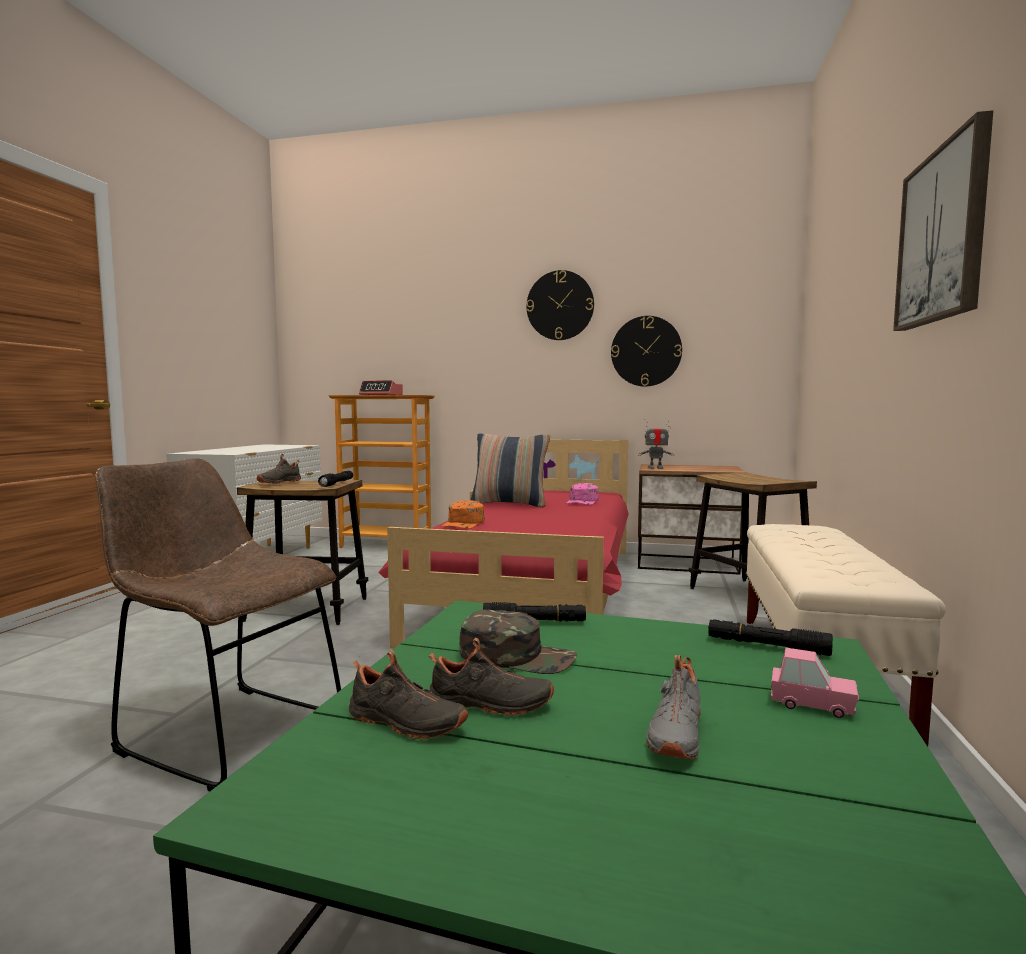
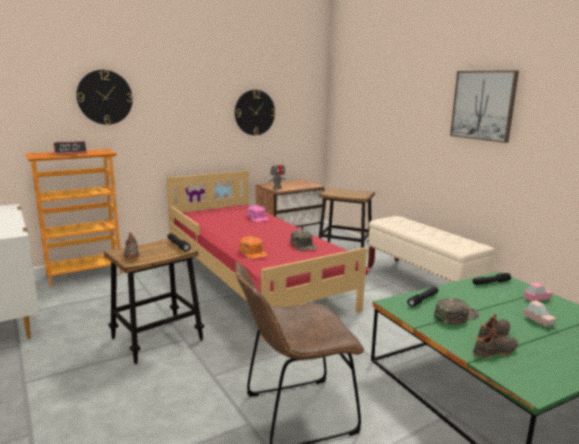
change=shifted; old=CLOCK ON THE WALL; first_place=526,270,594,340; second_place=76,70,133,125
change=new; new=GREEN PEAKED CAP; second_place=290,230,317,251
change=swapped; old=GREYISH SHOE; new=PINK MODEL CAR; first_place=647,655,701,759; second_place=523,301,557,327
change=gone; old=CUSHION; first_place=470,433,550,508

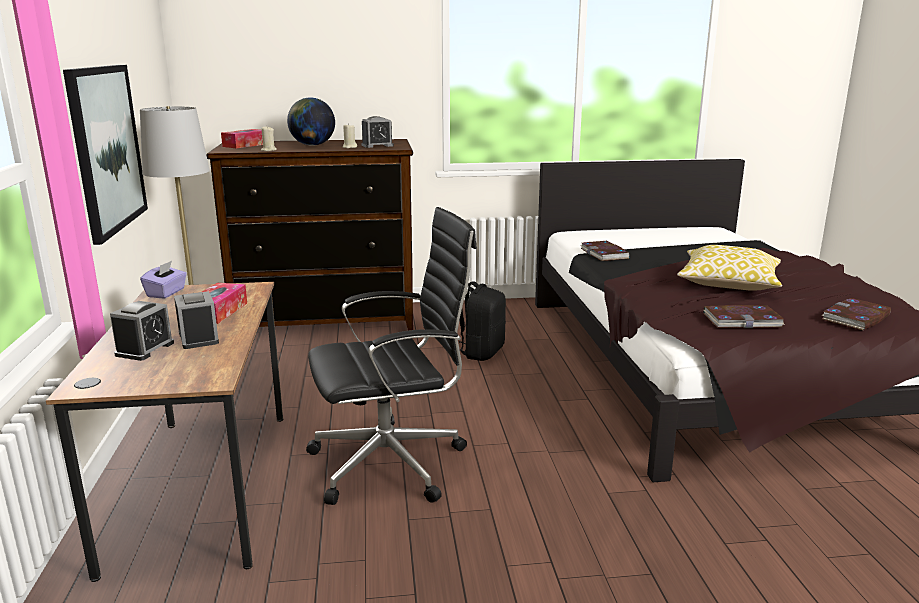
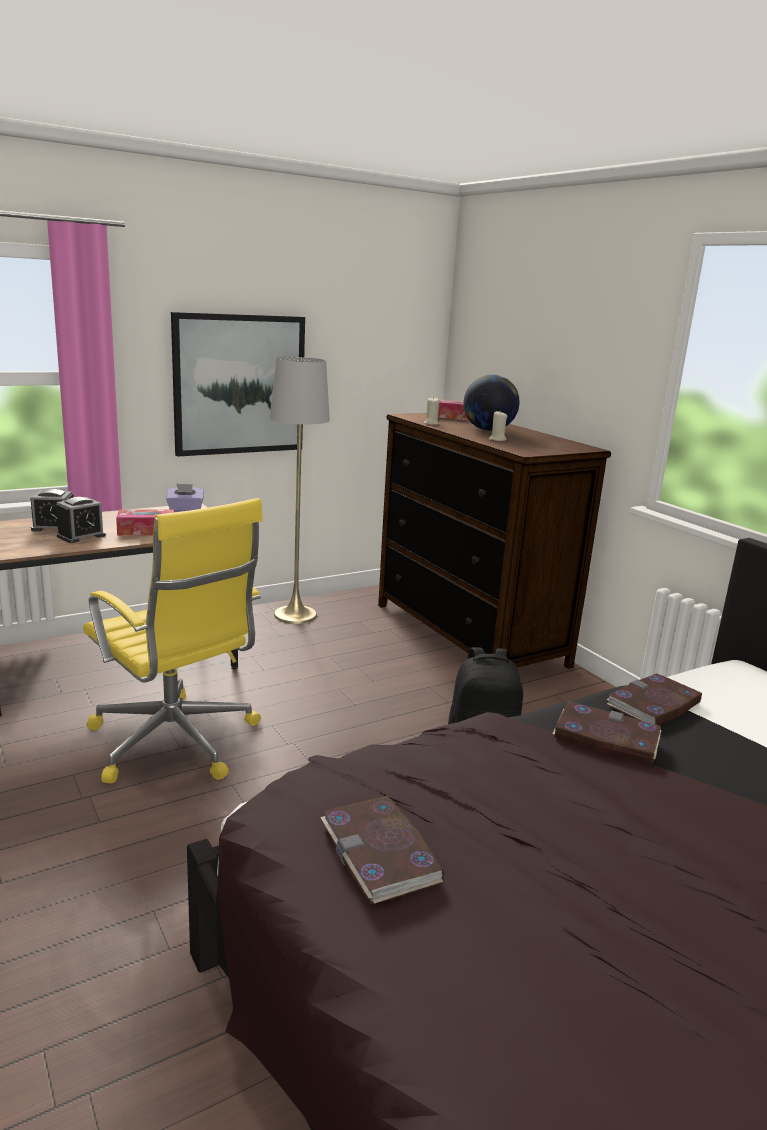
change=repainted; old=BLACKISH DESK CHAIR; new=YELLOWISH DESK CHAIR; first_place=306,207,477,505; second_place=83,498,263,783
change=shifted; old=VOLUME; first_place=822,298,891,330; second_place=552,701,661,764
change=gone; old=ALARM CLOCK; first_place=361,116,394,148
change=gone; old=CUSHION; first_place=677,245,782,291

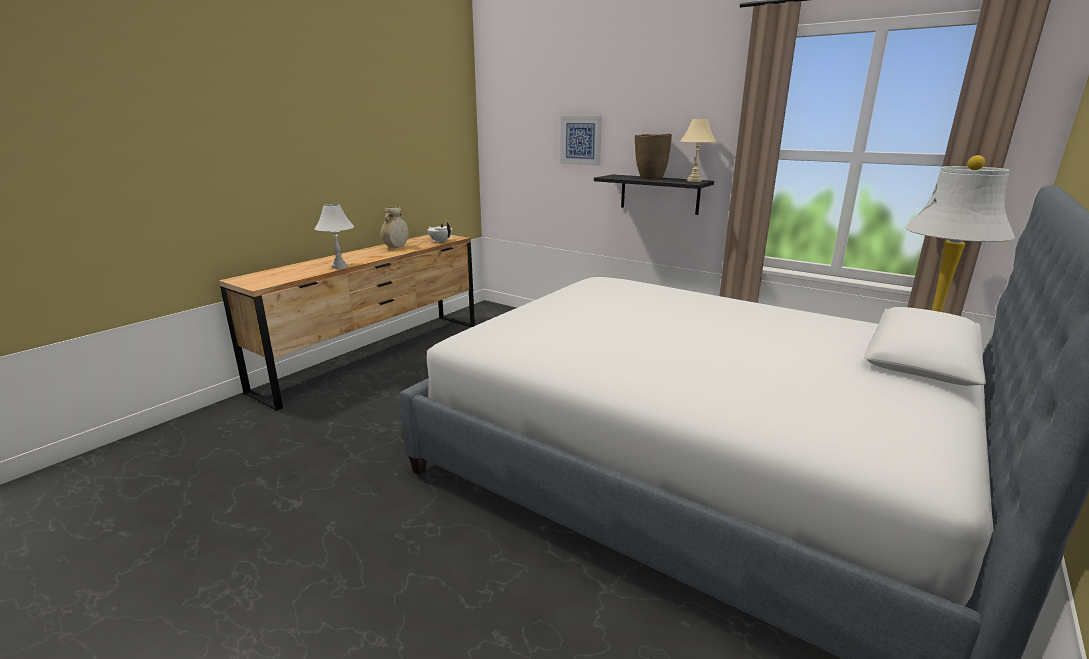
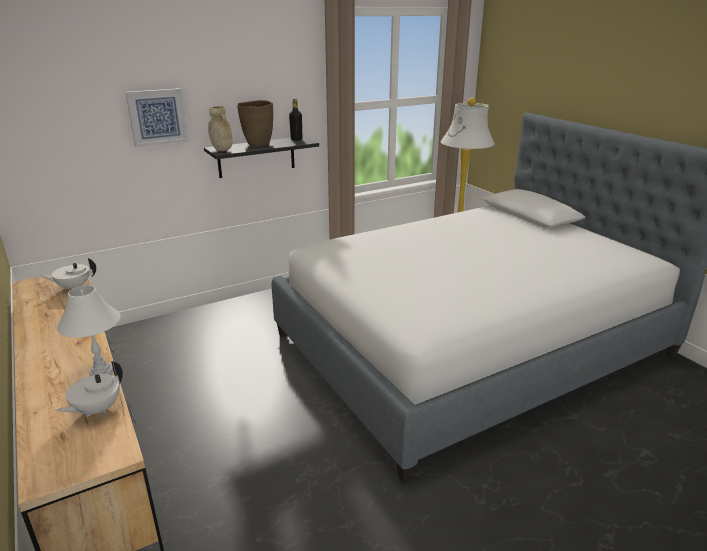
change=new; new=WHITE TEAPOT; second_place=56,361,123,417
change=shifted; old=BEIGE FLOWER VASE; first_place=381,206,409,248; second_place=208,106,233,151
change=swapped; old=BEIGE TABLE LAMP; new=BLACKISH BEVERAGE BOTTLE; first_place=680,118,717,182; second_place=289,99,302,141

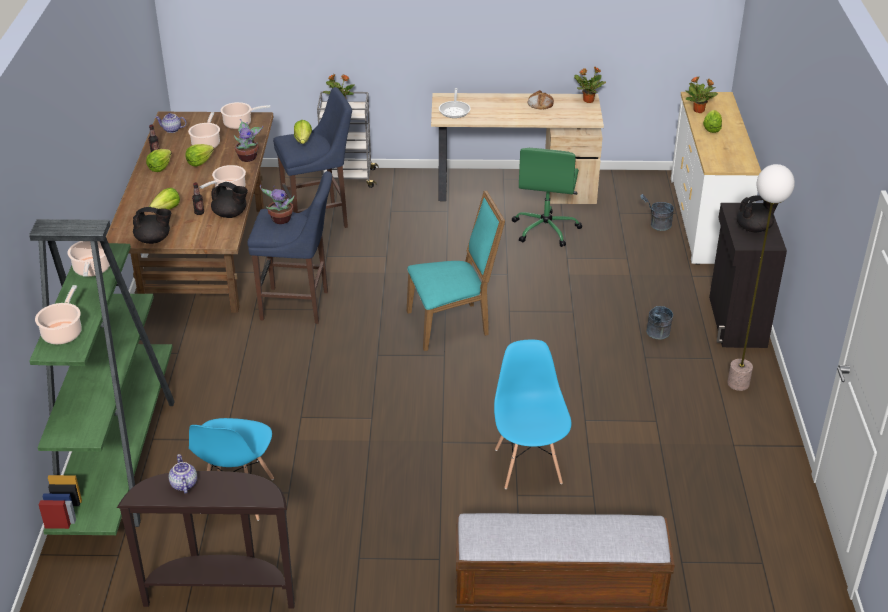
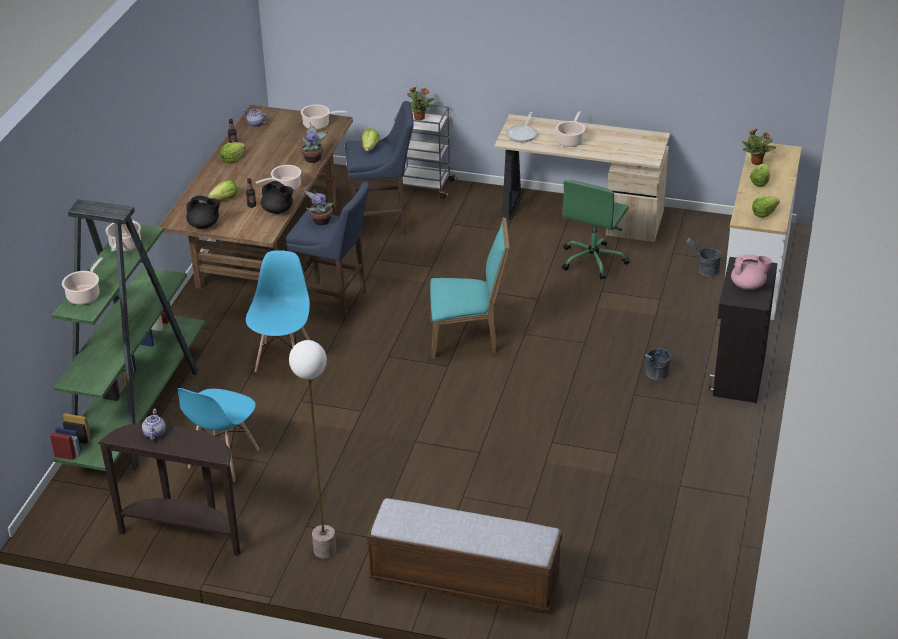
change=shifted; old=BLUISH CHAIR; first_place=494,340,571,489; second_place=246,250,310,372
change=shifted; old=STANDARD LAMP; first_place=727,164,795,391; second_place=289,340,336,559
change=shifted; old=SAUCEPOT; first_place=188,112,220,148; second_place=556,111,585,147
change=repainted; old=BLACKISH TEAPOT; new=PINK TEAPOT; first_place=737,195,779,232; second_place=731,254,772,290
change=shifted; old=LETTUCE HEAD; first_place=185,144,214,167; second_place=752,196,780,218
change=gone; old=BREAD; first_place=528,90,554,110
change=gone; old=PLANT IN A POT; first_place=574,66,606,103

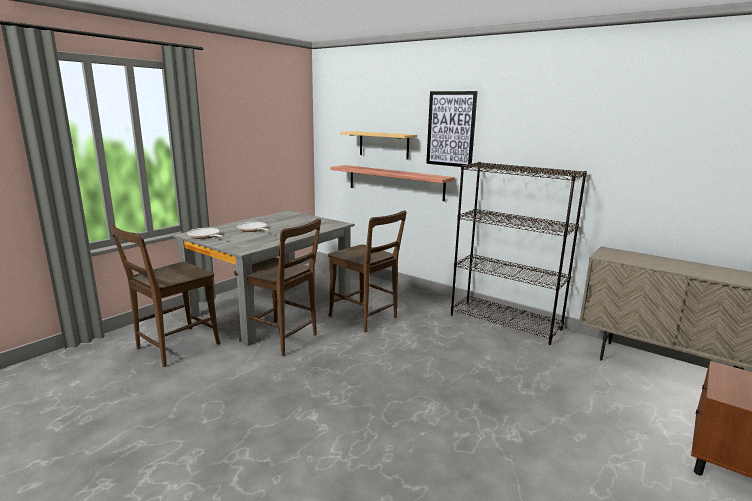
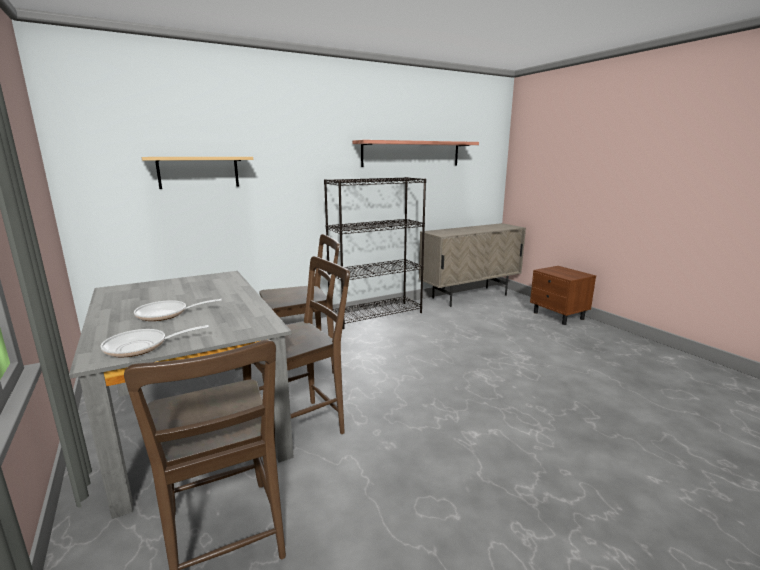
change=shifted; old=WALL SHELF; first_place=331,165,455,201; second_place=352,140,479,167
change=gone; old=PICTURE; first_place=426,91,478,168

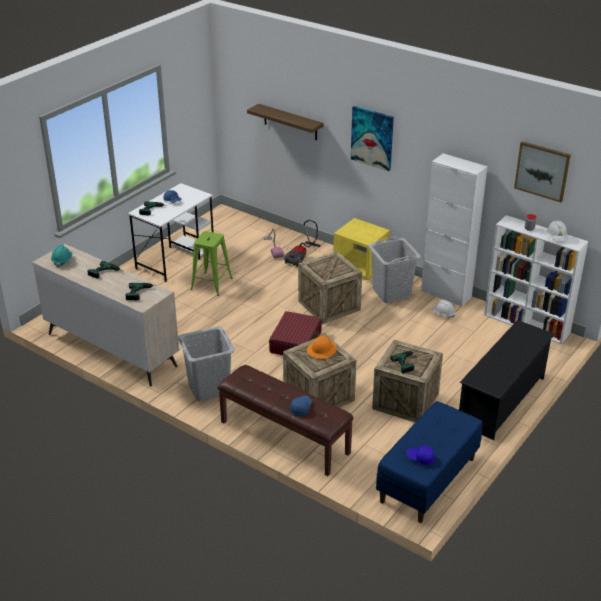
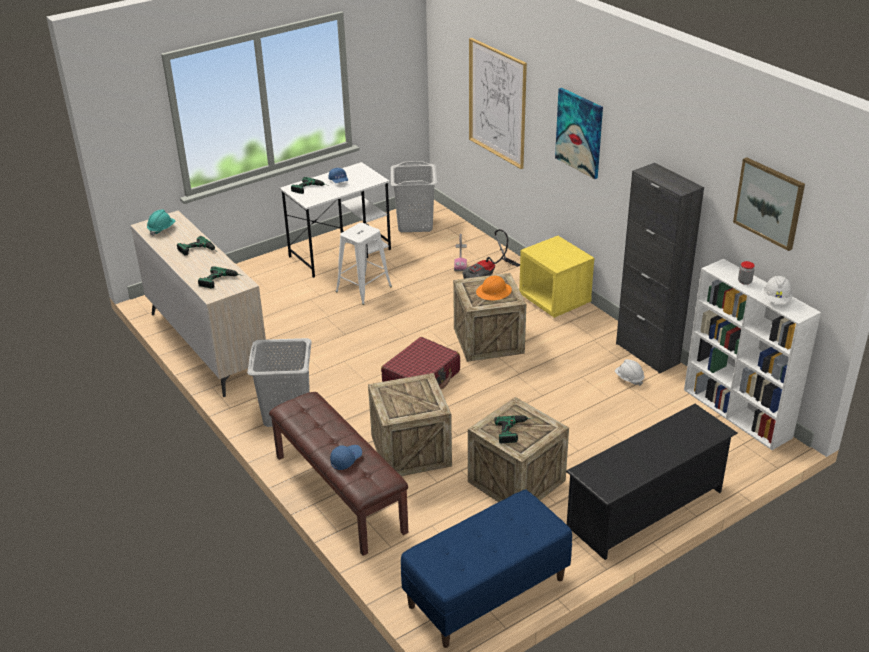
change=repainted; old=GREEN STOOL; new=WHITE STOOL; first_place=190,231,233,296; second_place=336,223,392,305
change=shifted; old=GREYISH WASHING BASKET; first_place=368,237,421,303; second_place=391,161,437,232
change=swapped; old=WALL SHELF; new=PICTURE; first_place=247,104,324,140; second_place=469,38,527,169
change=shifted; old=ORANGE-COLOURED SAFETY HELMET; first_place=307,336,337,359; second_place=476,275,512,300
change=repainted; old=WHITE STORAGE CABINET; new=BLACKISH STORAGE CABINET; first_place=421,153,488,307; second_place=616,163,704,374
change=gone; old=BLUISH PEAKED CAP; first_place=407,445,435,465

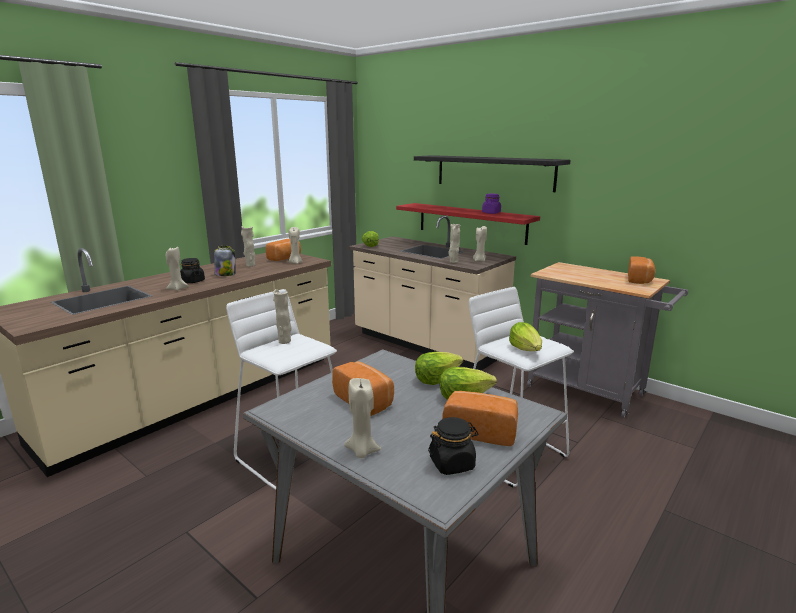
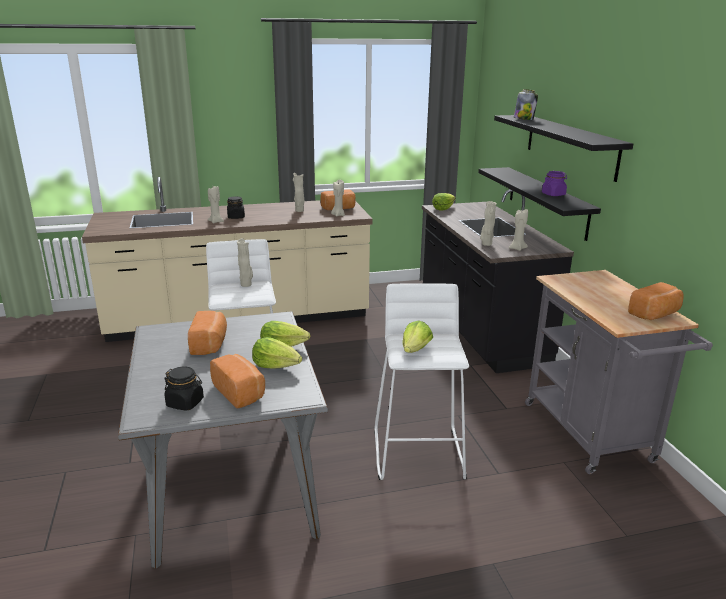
change=repainted; old=BEIGE KITCHEN BASE UNIT; new=BLACKISH KITCHEN BASE UNIT; first_place=349,216,516,371; second_place=422,189,574,373
change=repainted; old=RED WALL SHELF; new=BLACKISH WALL SHELF; first_place=396,203,540,245; second_place=478,167,601,241
change=shifted; old=PRESERVE JAR; first_place=214,246,235,276; second_place=514,89,538,120
change=gone; old=BEIGE WAX LIGHT; first_place=344,378,381,458

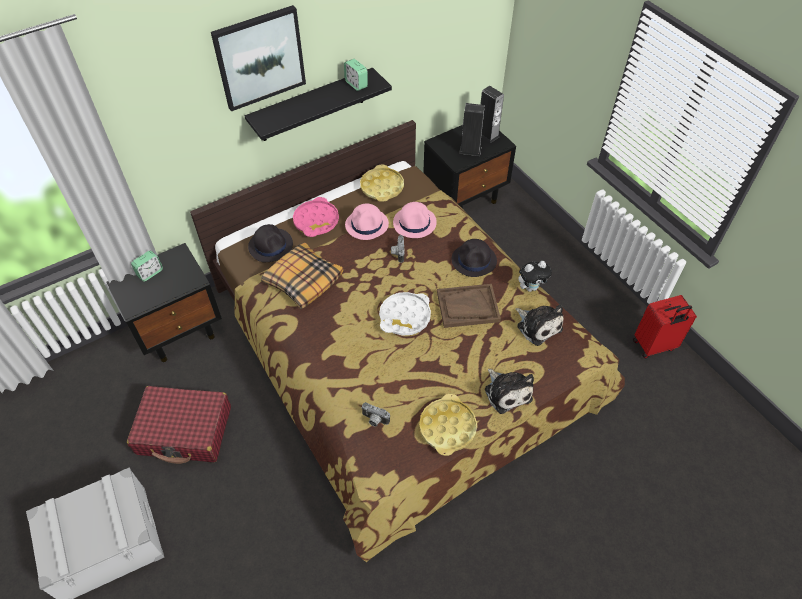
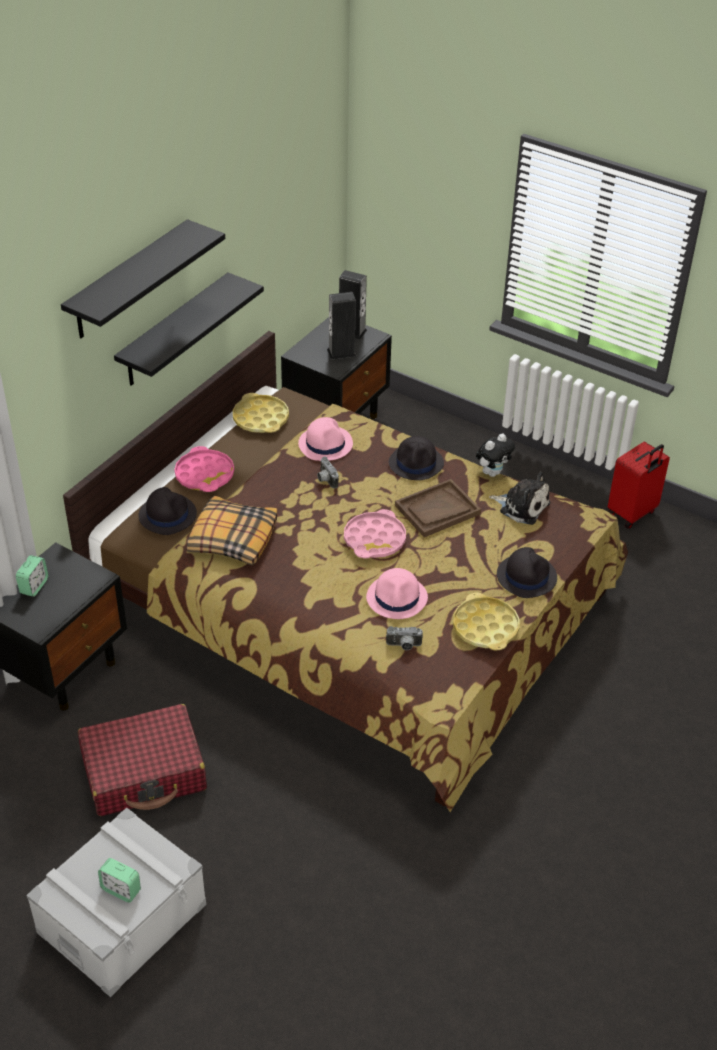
change=swapped; old=PICTURE; new=BLACKISH WALL SHELF; first_place=211,5,306,112; second_place=61,219,225,338
change=shifted; old=ALARM CLOCK; first_place=344,59,368,91; second_place=98,858,141,903
change=repainted; old=WHITE CARRYING TRAY; new=PINK CARRYING TRAY; first_place=379,292,431,336; second_place=344,509,406,559
change=shifted; old=PINK WEARABLE HAT; first_place=345,203,389,240; second_place=366,568,428,619
change=swapped; old=CUDDLY TOY; new=BLACKISH WEARABLE HAT; first_place=485,369,534,414; second_place=497,547,557,598

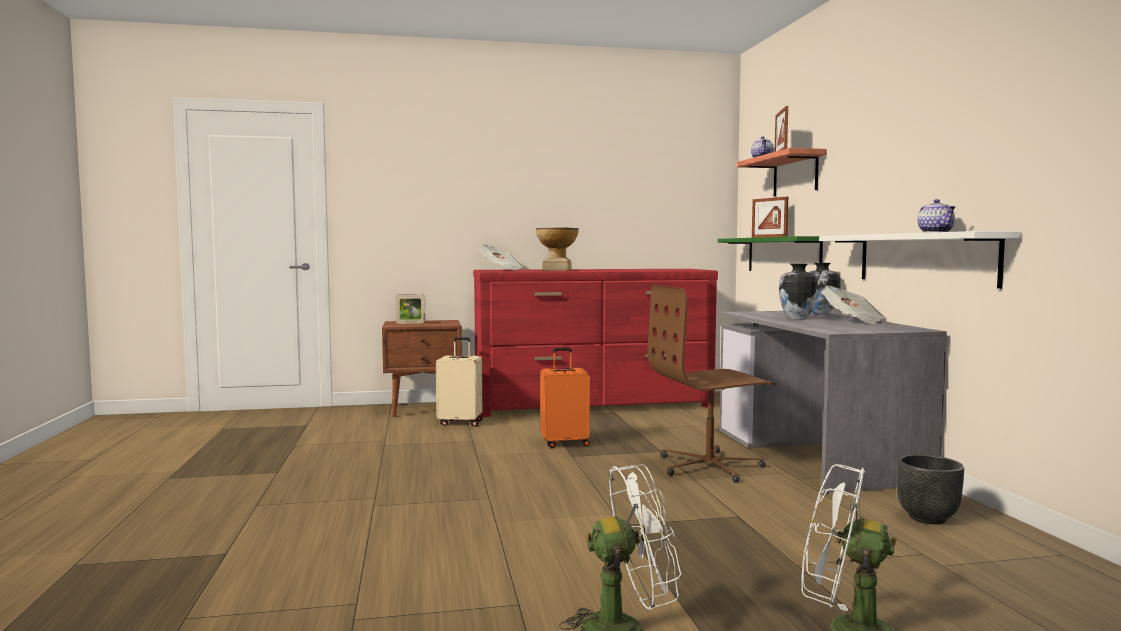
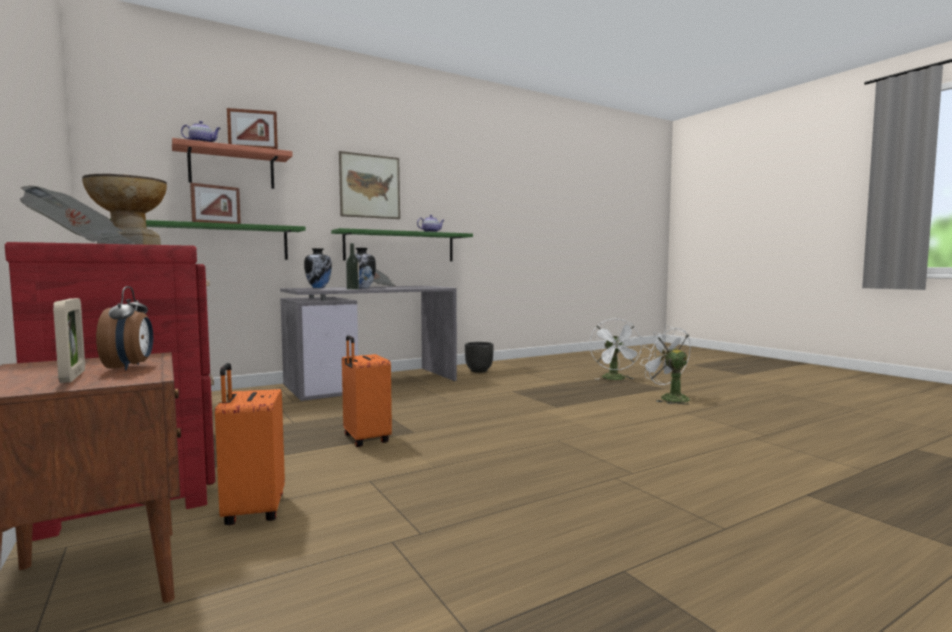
change=new; new=ALARM CLOCK; second_place=96,286,153,371
change=repainted; old=BEIGE TRAVEL CASE; new=ORANGE-COLOURED TRAVEL CASE; first_place=436,337,483,426; second_place=215,363,285,525
change=repainted; old=WHITE WALL SHELF; new=GREEN WALL SHELF; first_place=819,231,1022,289; second_place=331,228,473,261
change=new; new=PICTURE; second_place=339,151,400,219
change=new; new=BEVERAGE BOTTLE; second_place=346,243,359,290
change=gone; old=BROWN-COLOURED DESK CHAIR; first_place=647,285,776,483

